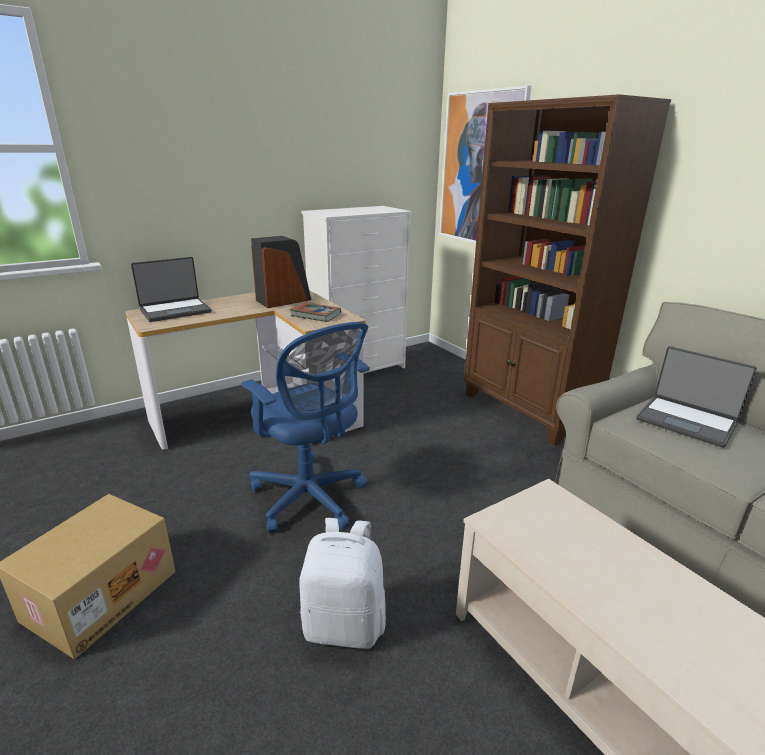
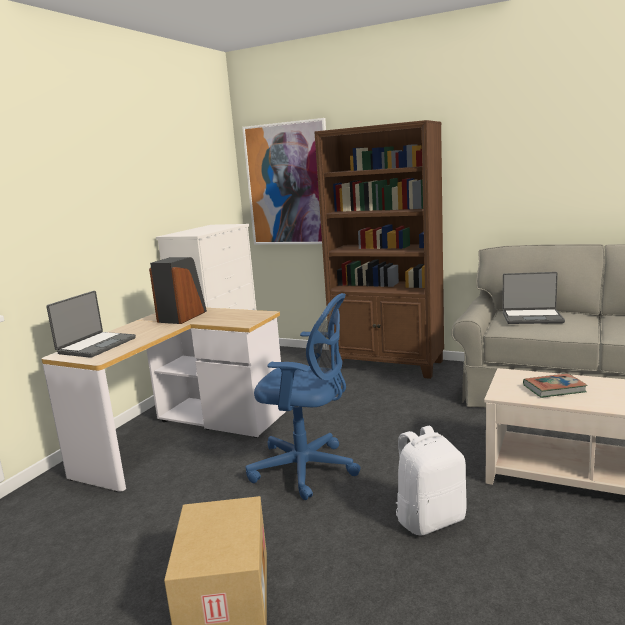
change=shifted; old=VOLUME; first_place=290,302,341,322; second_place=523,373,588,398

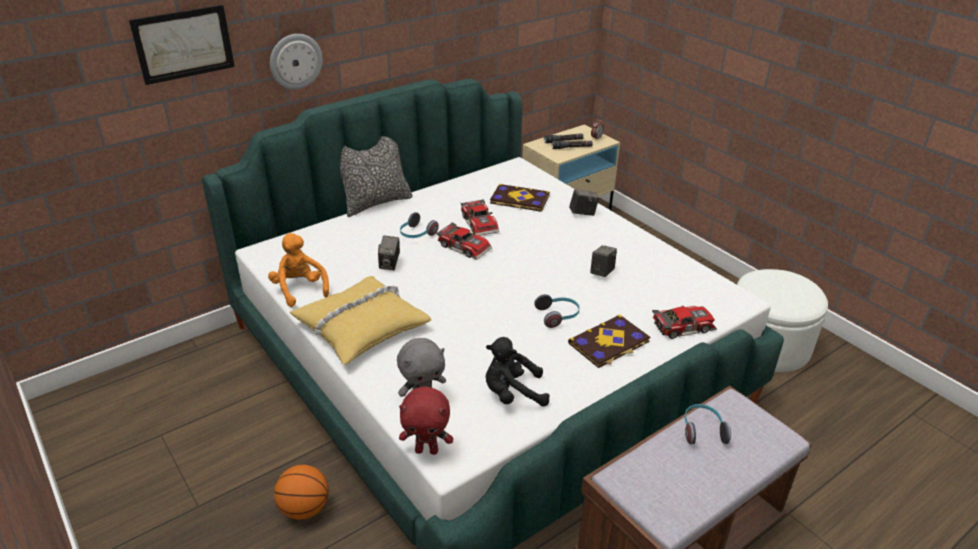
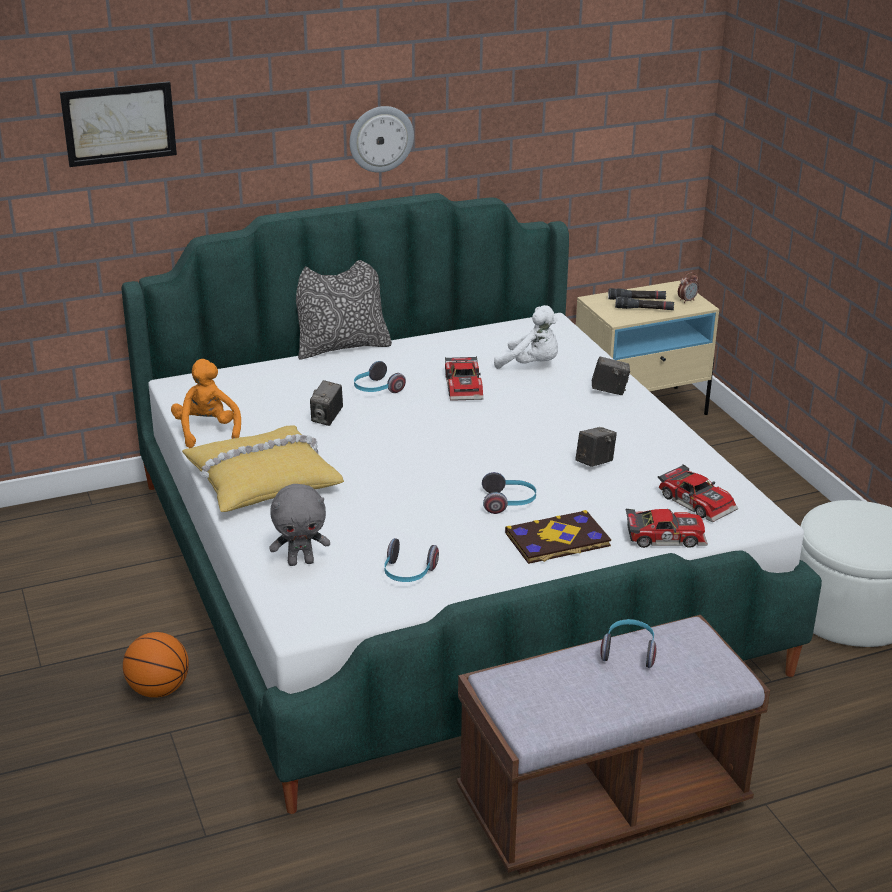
change=shifted; old=CLOCK ON THE WALL; first_place=270,34,322,89; second_place=350,106,414,173
change=swapped; old=BLACKISH CUDDLY TOY; new=HEADPHONES; first_place=486,337,550,407; second_place=384,538,439,582
change=swapped; old=VOLUME; new=WHITE CUDDLY TOY; first_place=490,184,550,212; second_place=494,305,558,369
change=shifted; old=MODEL CAR; first_place=436,222,492,260; second_place=658,464,738,522
change=gone; old=RED CUDDLY TOY; first_place=399,386,453,455

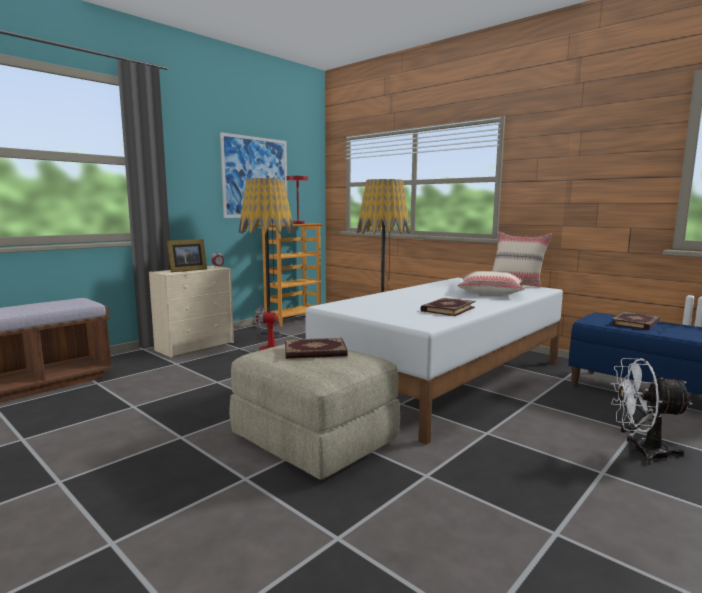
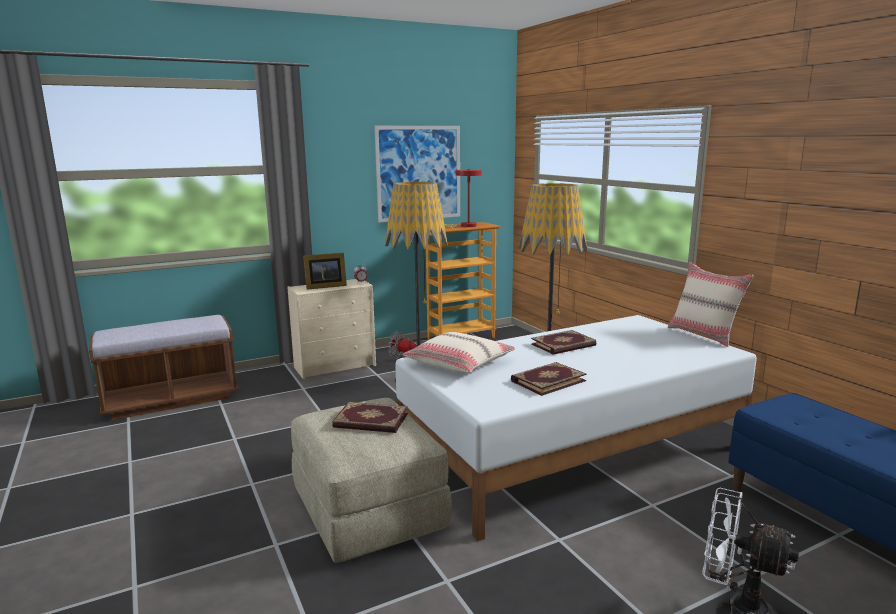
change=shifted; old=BEIGE CUSHION; first_place=458,271,525,295; second_place=402,332,516,373
change=shifted; old=VOLUME; first_place=611,311,660,330; second_place=531,330,597,355

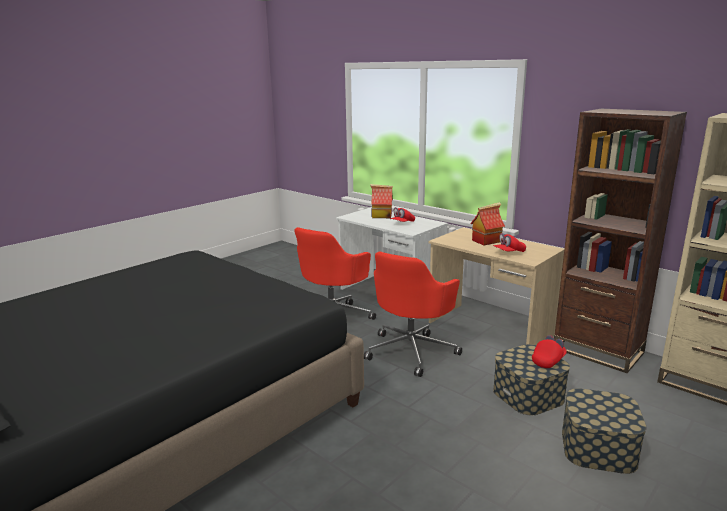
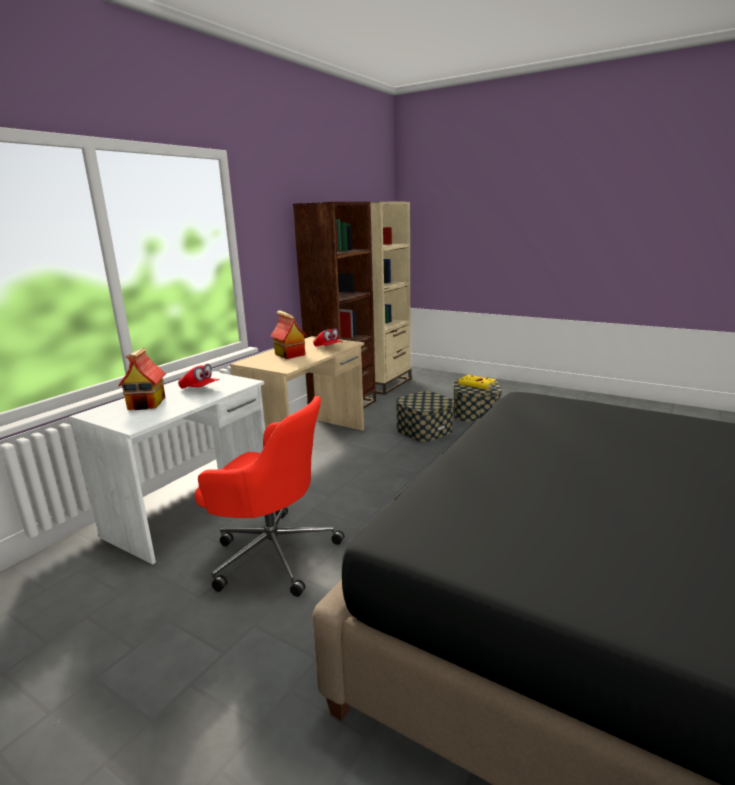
change=new; new=YELLOWISH VOLUME; second_place=458,375,497,390
change=gone; old=RED DESK CHAIR; first_place=364,252,462,377
change=gone; old=RED PEAKED CAP; first_place=532,335,567,368

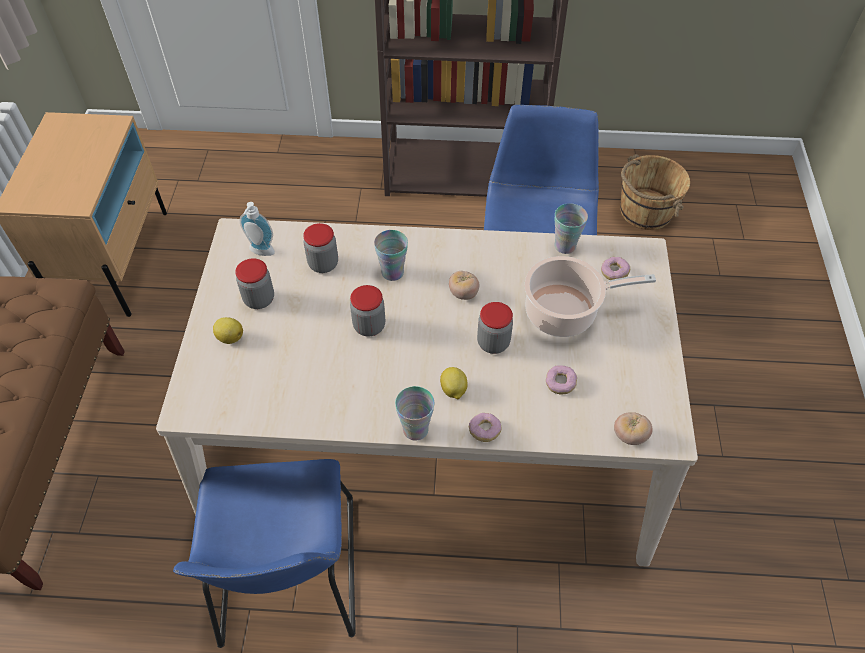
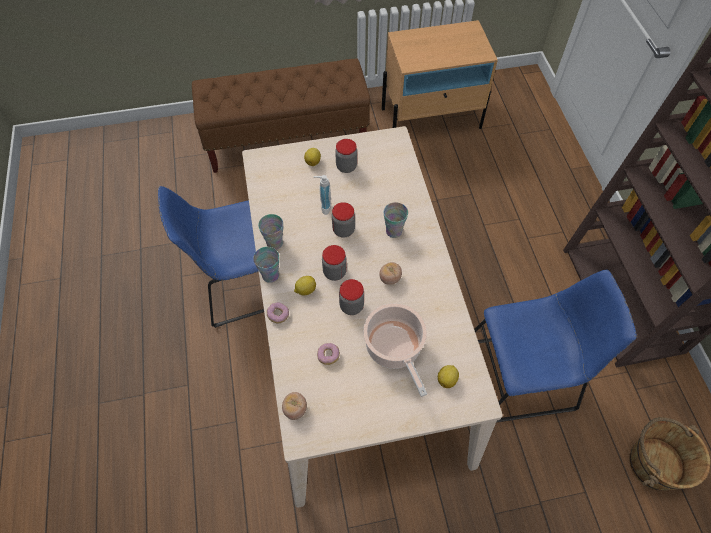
change=shifted; old=CUP; first_place=554,203,588,254; second_place=258,214,283,250
change=shifted; old=LIQUID SOAP BOTTLE; first_place=240,202,275,256; second_place=314,175,331,215
change=shifted; old=PRESERVE JAR; first_place=303,223,338,273; second_place=322,245,347,281
change=swapped; old=RING DOUGHNUT; new=LEMON; first_place=601,257,630,280; second_place=438,365,459,388

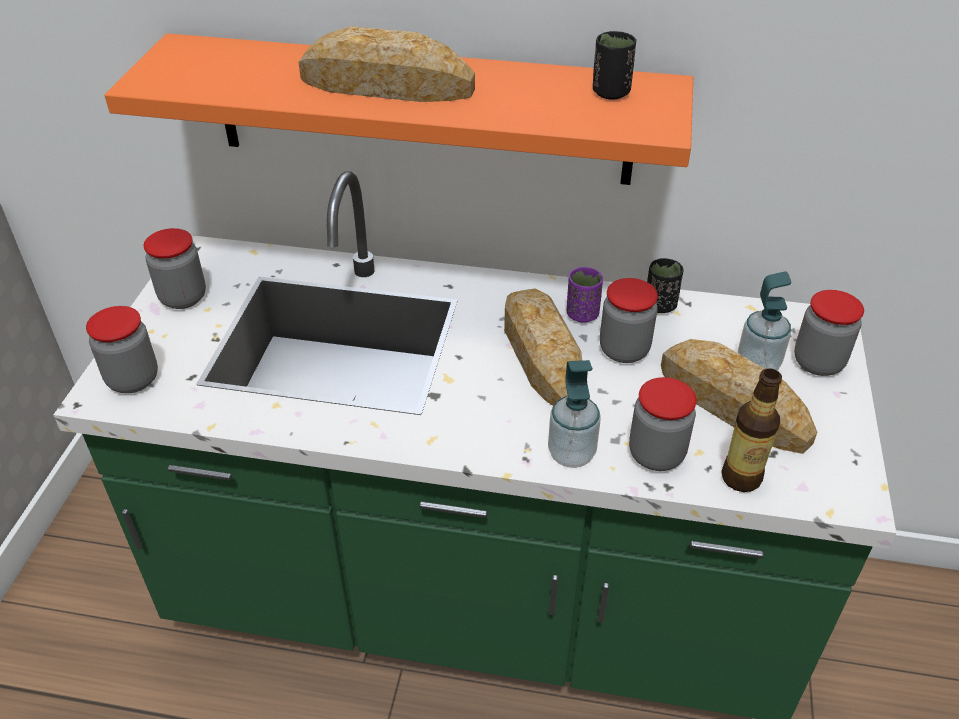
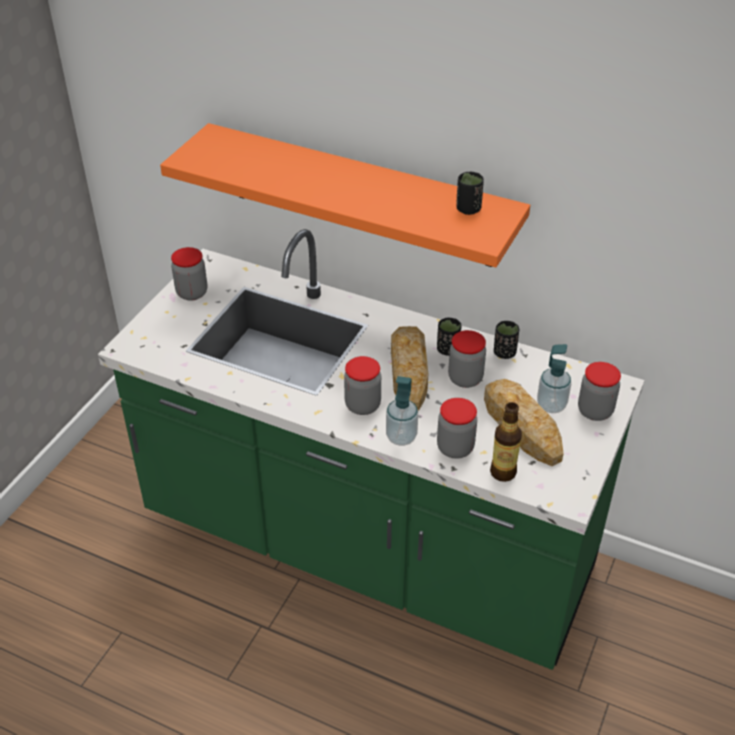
change=shifted; old=PRESERVE JAR; first_place=86,306,158,393; second_place=344,356,381,415
change=repainted; old=PURPLE CUP; new=BLACKISH CUP; first_place=567,267,603,323; second_place=437,317,461,356
change=gone; old=BREAD; first_place=298,26,475,102

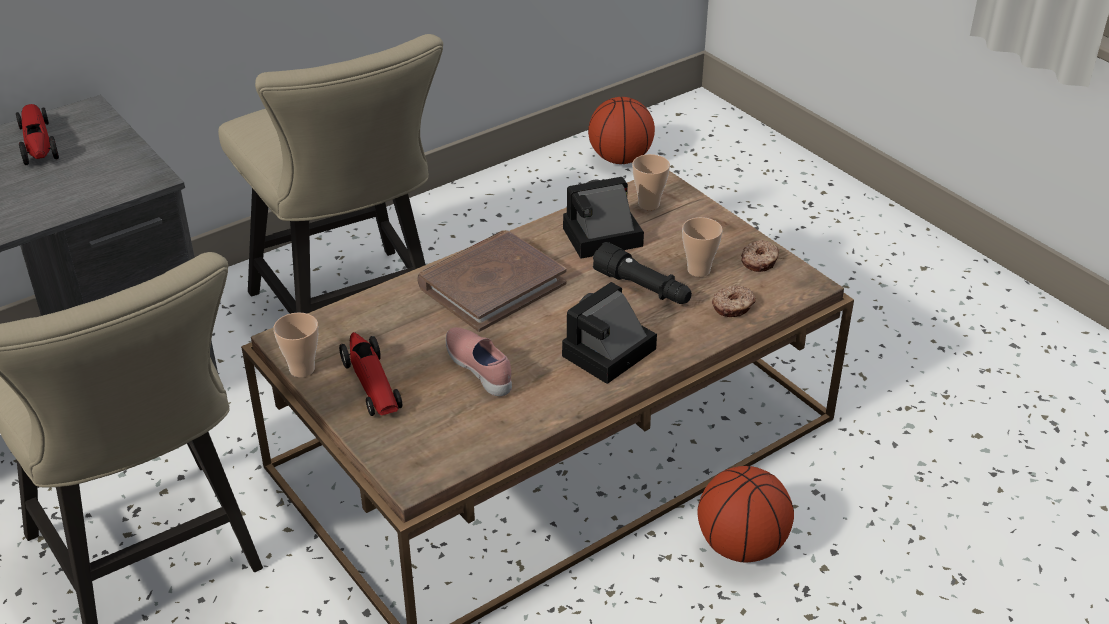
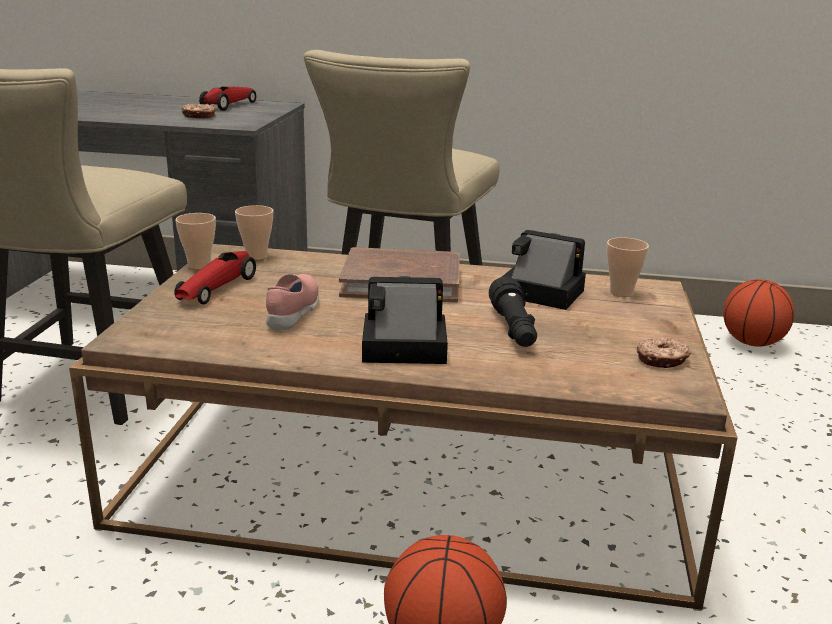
change=shifted; old=RING DOUGHNUT; first_place=712,286,756,317; second_place=182,103,216,118
change=shifted; old=CUP; first_place=682,217,723,277; second_place=235,205,273,260

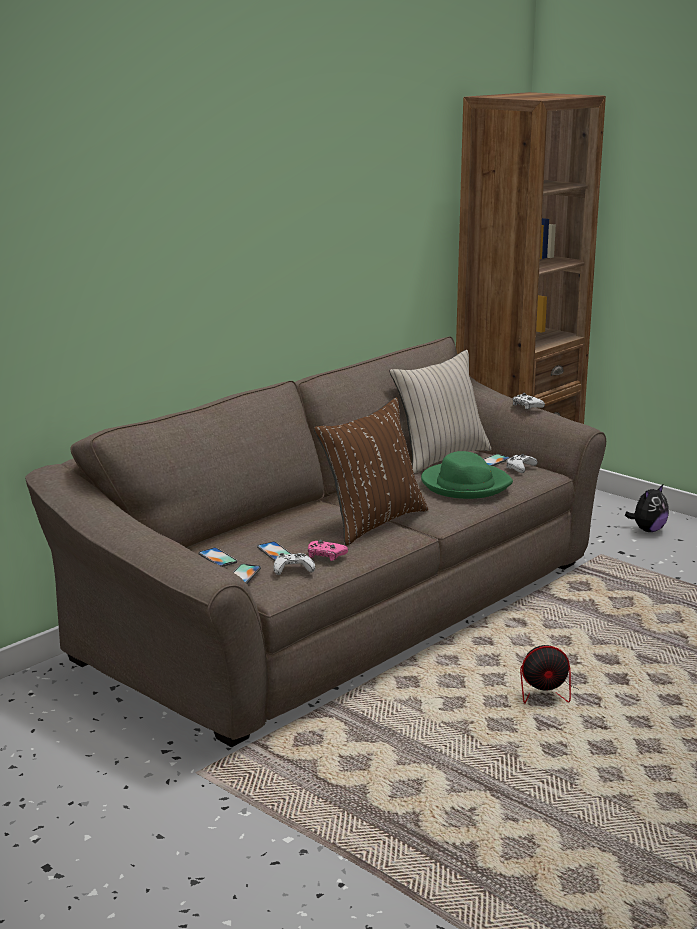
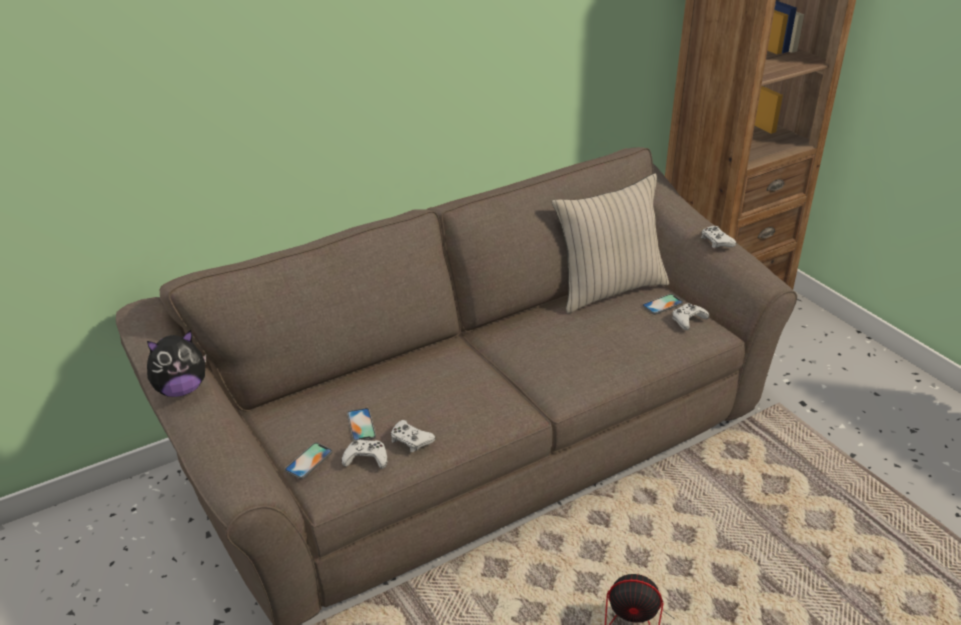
change=shifted; old=CUDDLY TOY; first_place=625,485,669,532; second_place=147,330,206,397
change=repainted; old=PINK GAME CONTROLLER; new=WHITE GAME CONTROLLER; first_place=308,540,348,561; second_place=391,420,435,452
change=gone; old=TELEPHONE; first_place=198,547,237,567
change=gone; old=BROWN-COLOURED CUSHION; first_place=314,397,428,546
change=gone; old=GREEN WEARABLE HAT; first_place=421,451,513,499

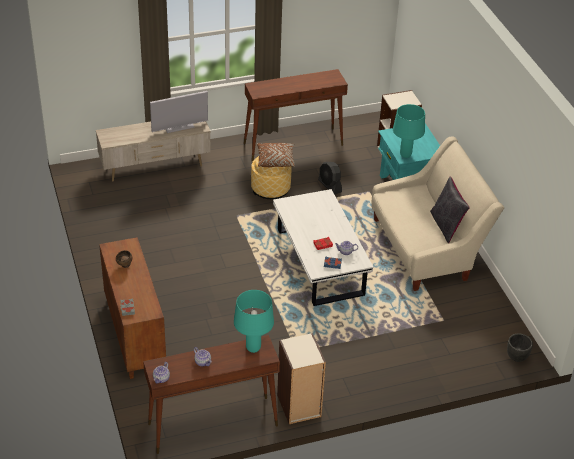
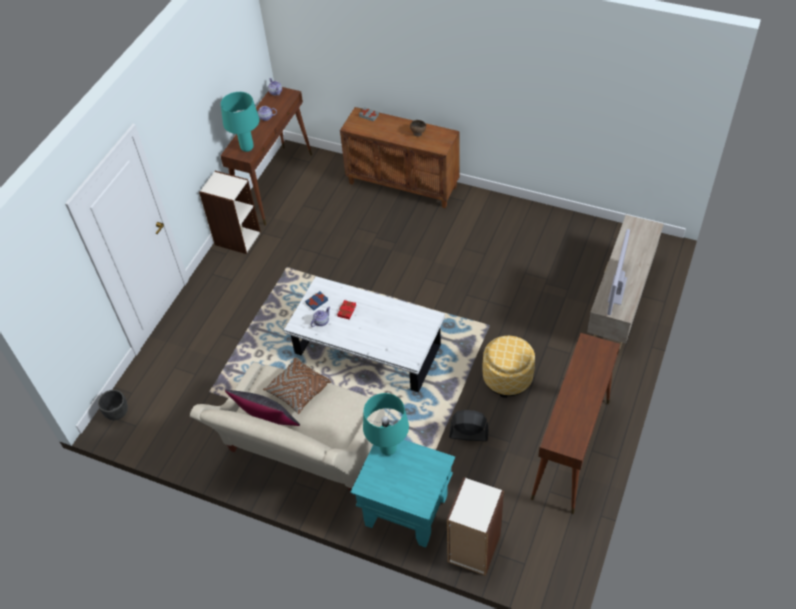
change=shifted; old=BROWN-COLOURED CUSHION; first_place=257,143,295,167; second_place=263,358,332,414

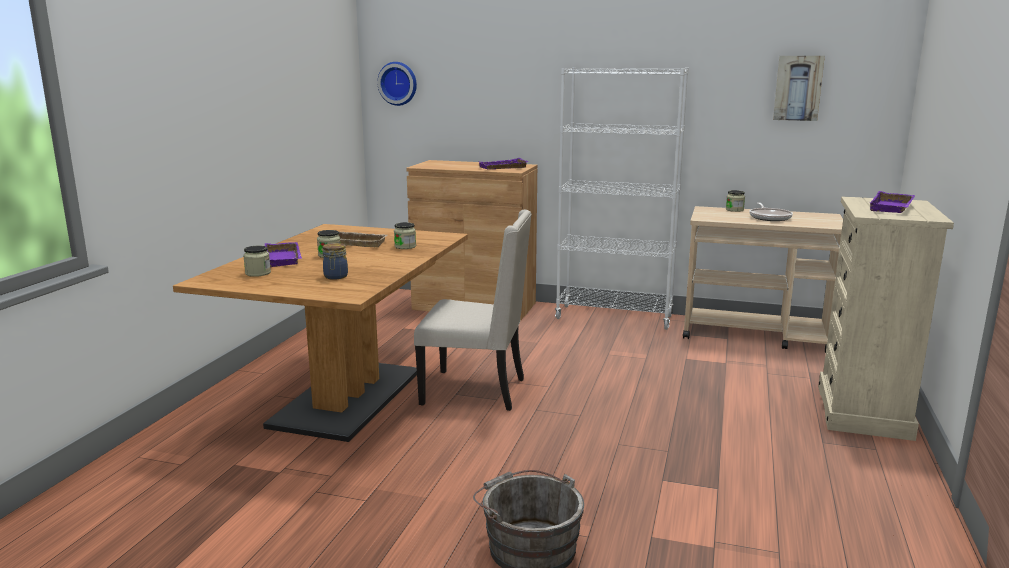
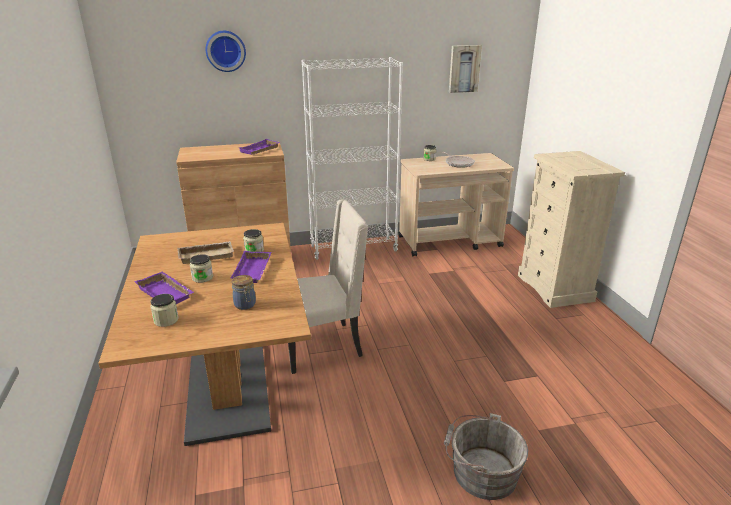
change=shifted; old=CLOCK ON THE WALL; first_place=377,62,417,106; second_place=206,31,246,72
change=shifted; old=PURPLE CARRYING TRAY; first_place=870,191,915,213; second_place=230,251,271,283

